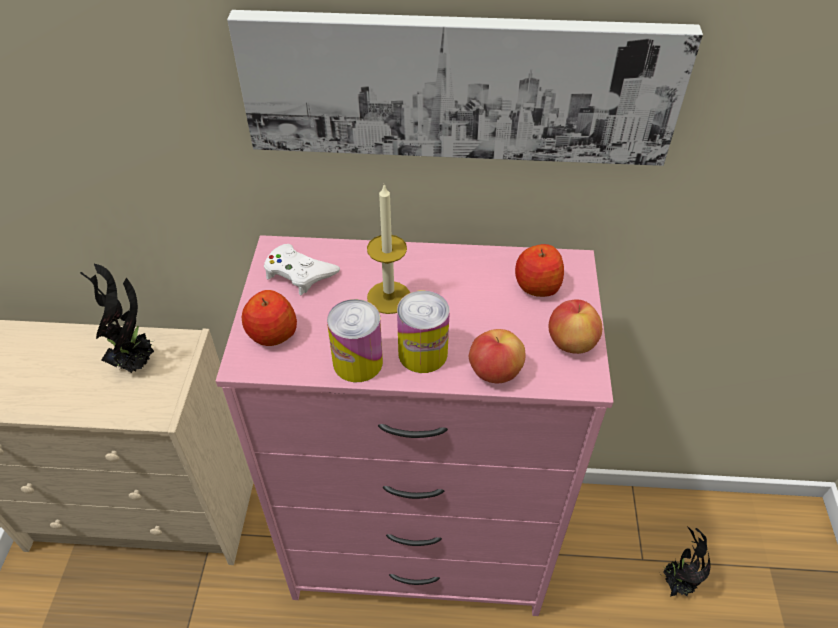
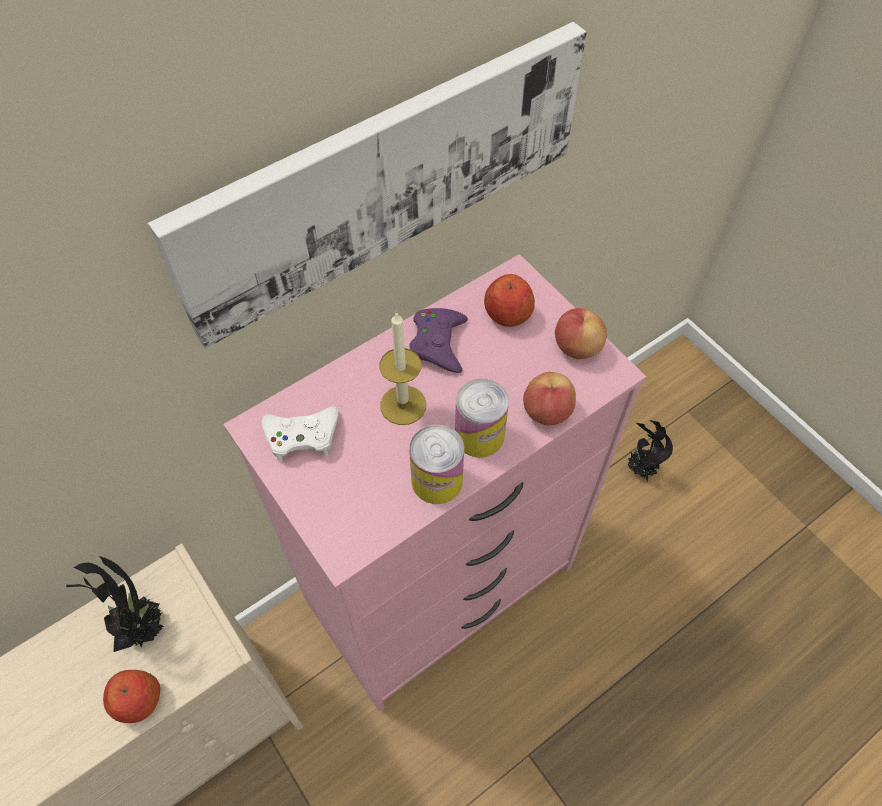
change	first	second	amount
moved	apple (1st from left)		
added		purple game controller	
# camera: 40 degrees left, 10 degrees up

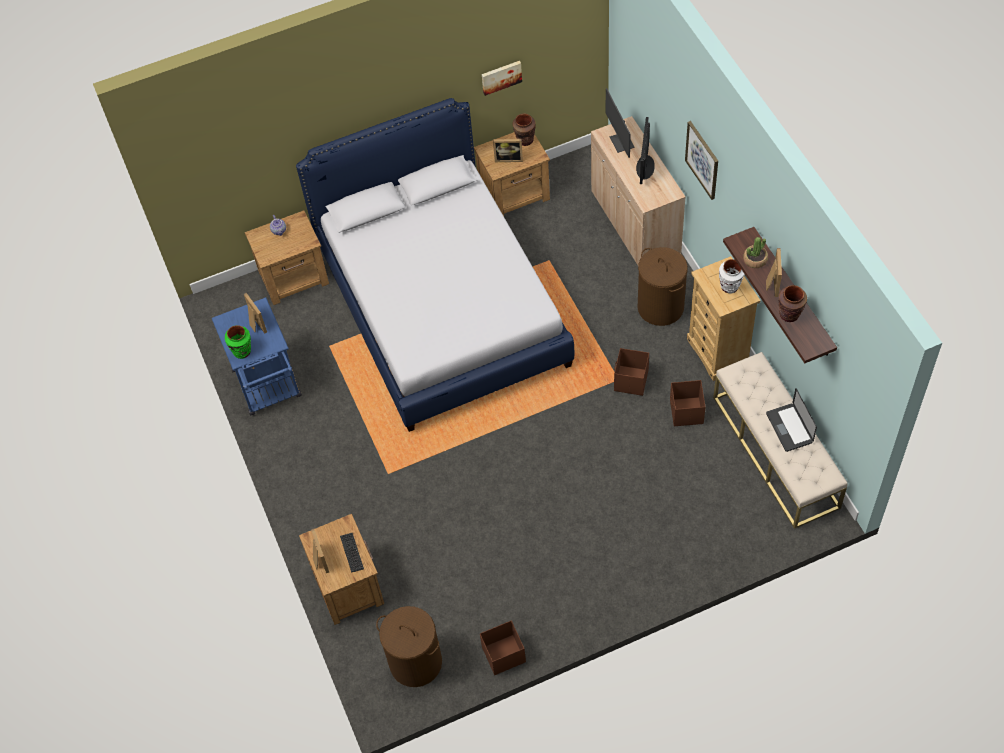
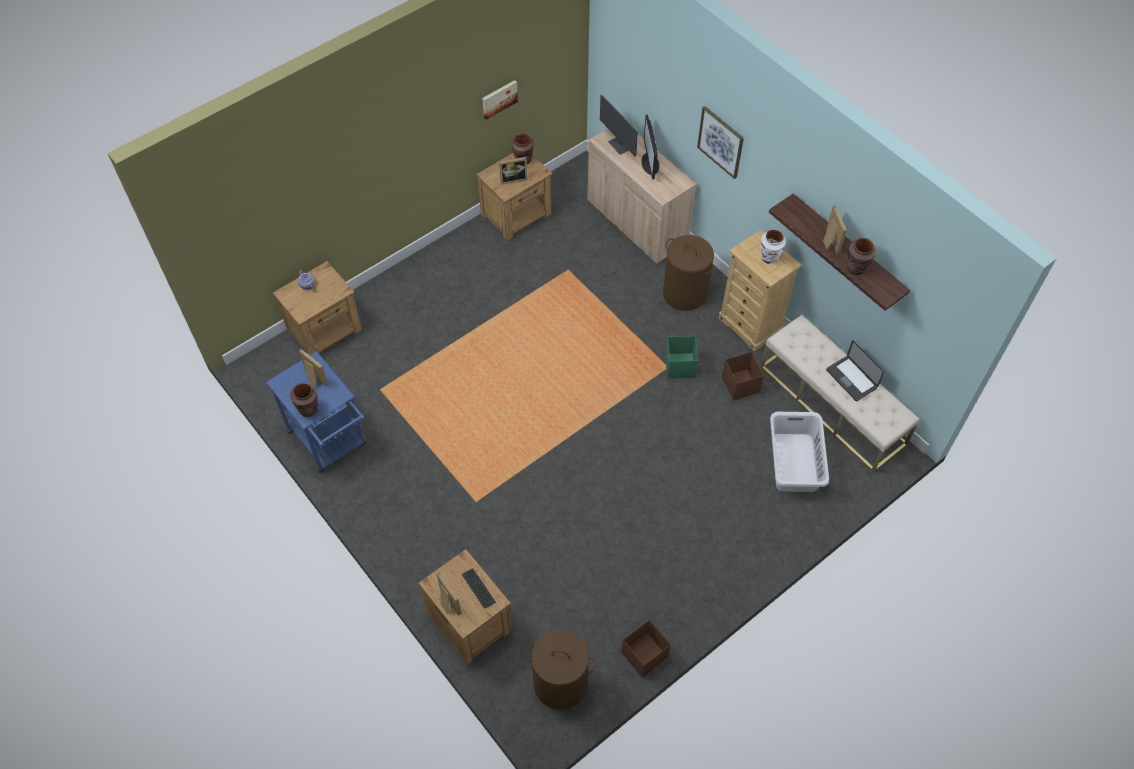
change	first	second	amount
recoloured	green vase	brown vase (1st from left)	
removed	bed		
recoloured	brown storage box (2nd from left)	green storage box	
removed	potted plant		
added		white laundry basket	
# camera: 20 degrees left, 0 degrees up

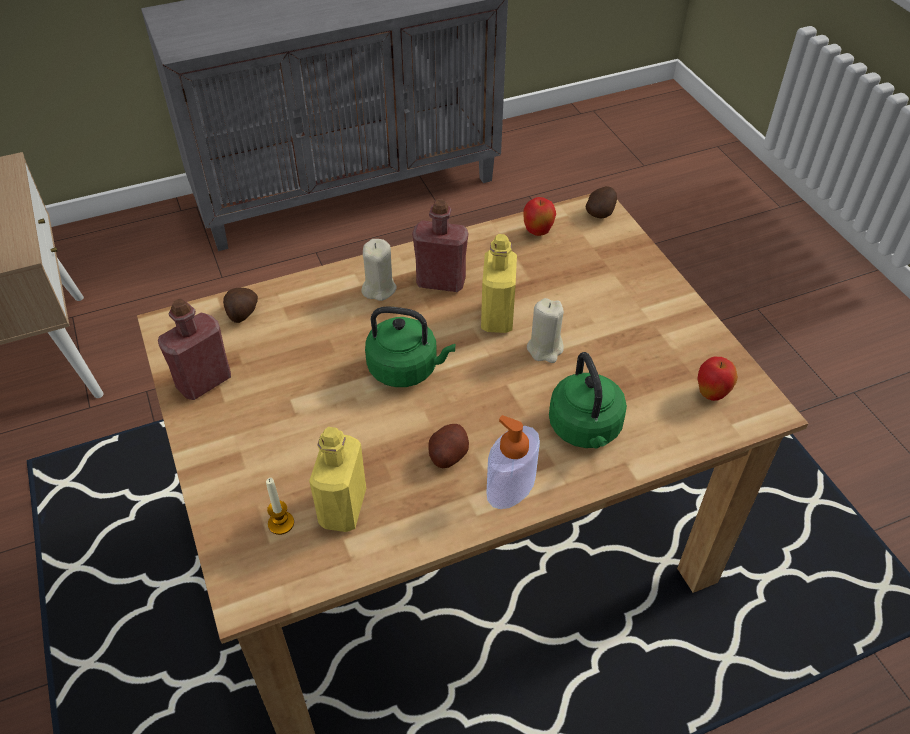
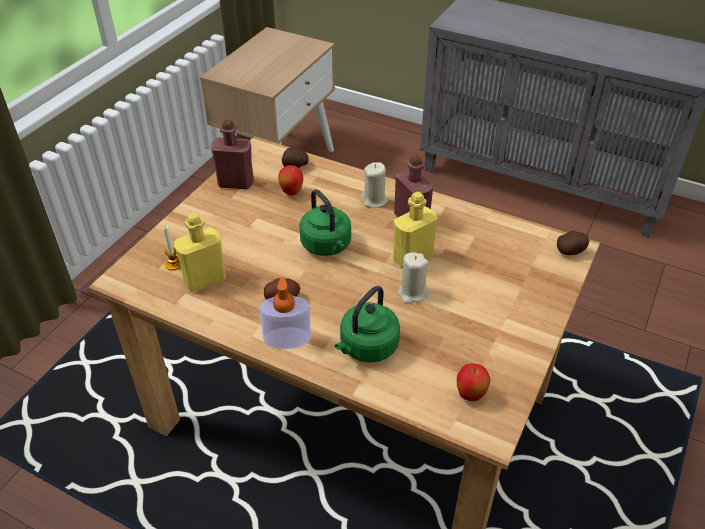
change	first	second	amount
moved	apple (1st from left)		
# camera: 50 degrees right, 5 degrees down

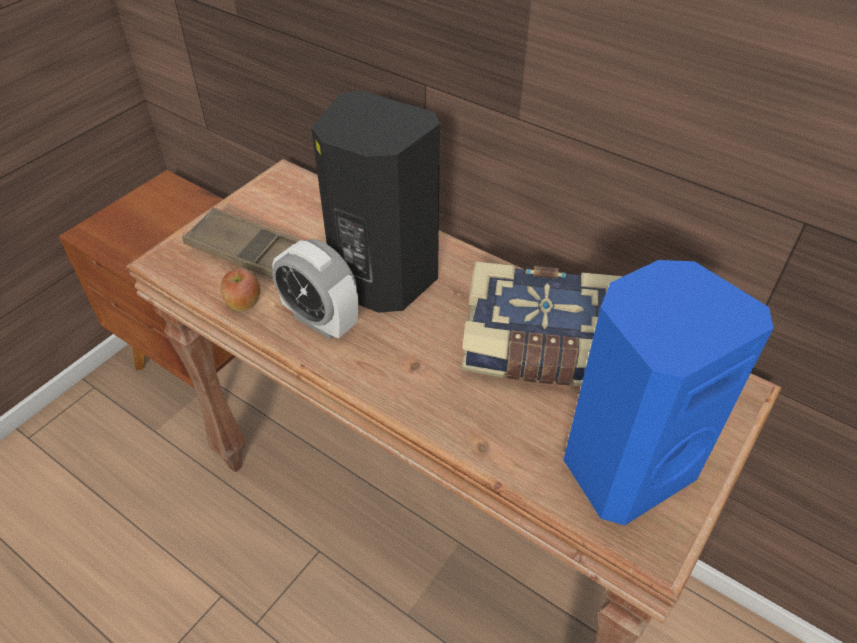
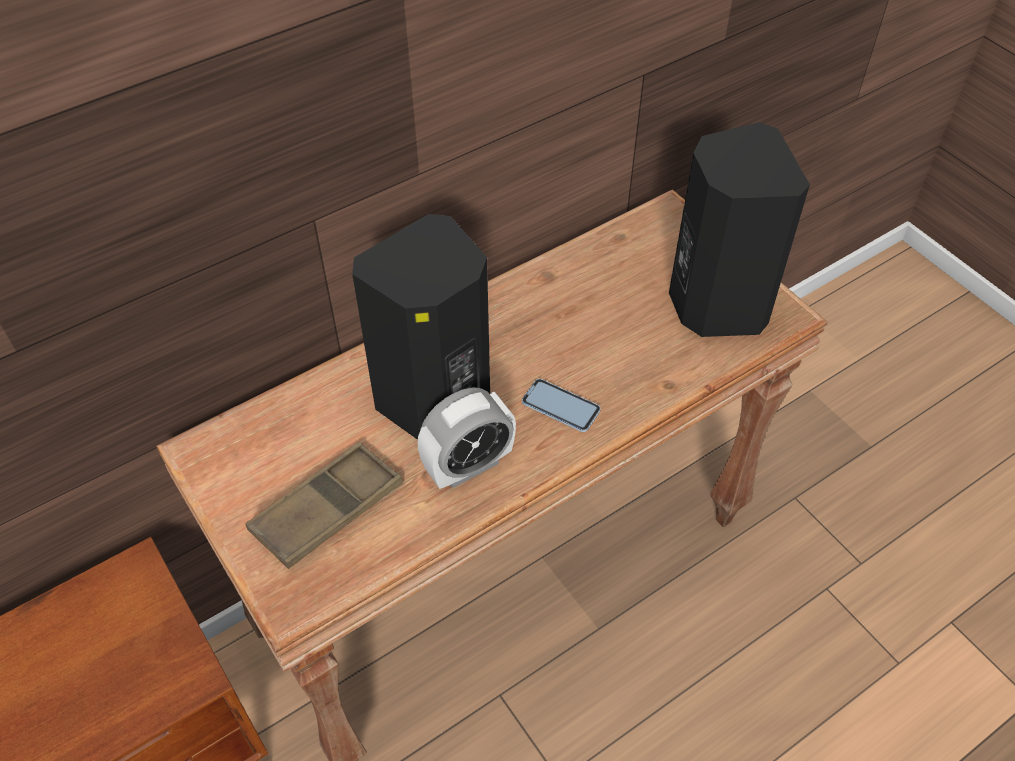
change	first	second	amount
removed	apple		
removed	book		
recoloured	blue speaker	black speaker (2nd from left)	
added		phone	
# camera: 70 degrees left, 5 degrees up

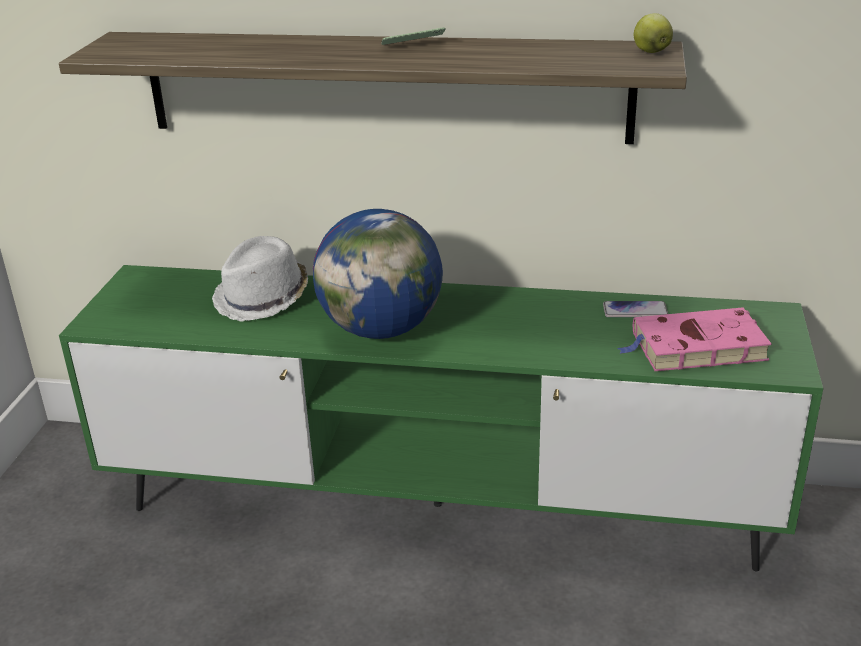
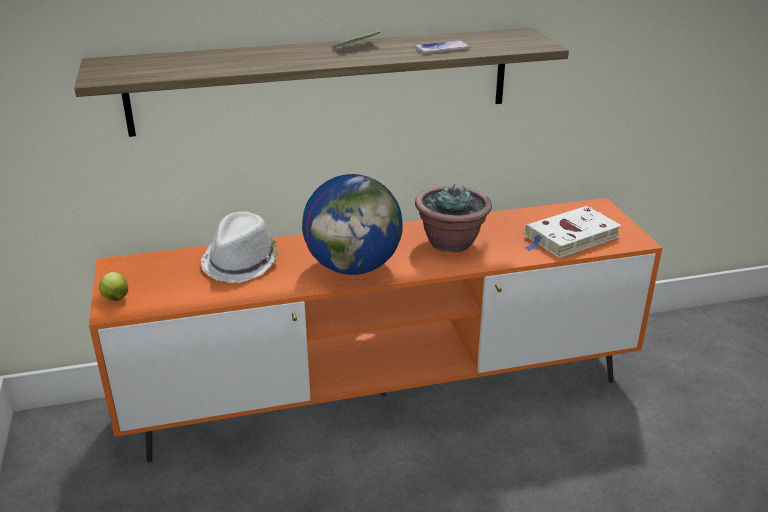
change	first	second	amount
recoloured	green tv stand	orange tv stand	
moved	phone (2nd from left)		
recoloured	pink book	white book	
moved	apple		
added		potted plant	
# camera: 25 degrees left, 0 degrees up

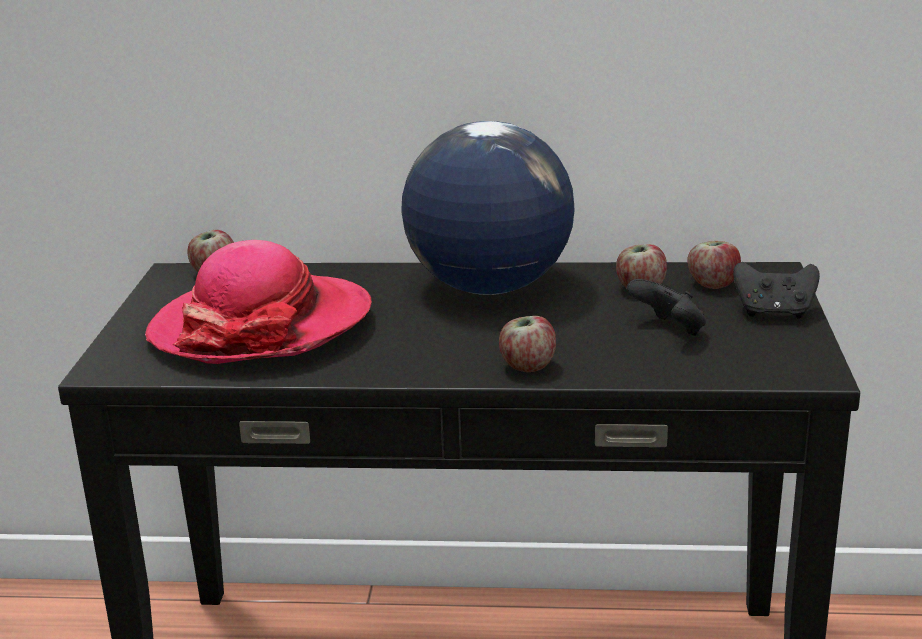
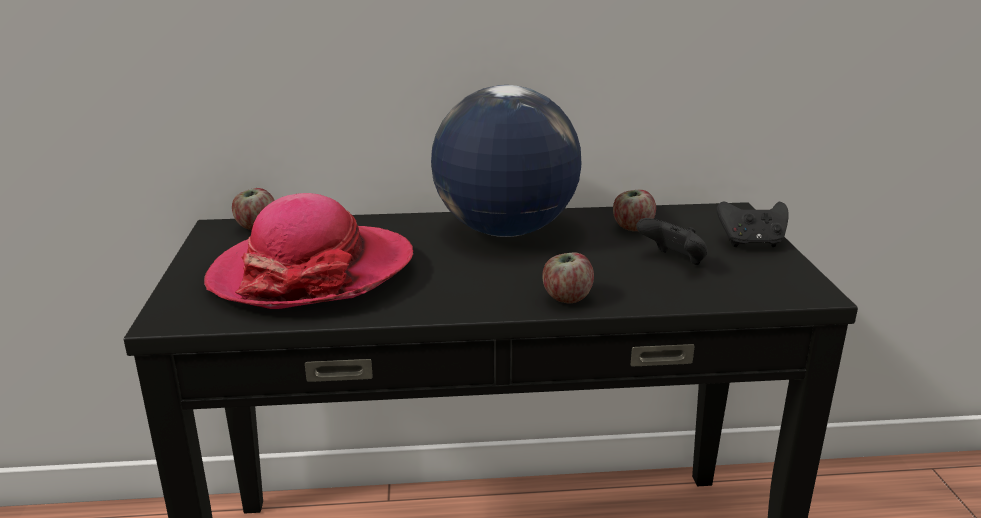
change	first	second	amount
removed	apple (4th from left)		
# camera: 10 degrees left, 0 degrees up

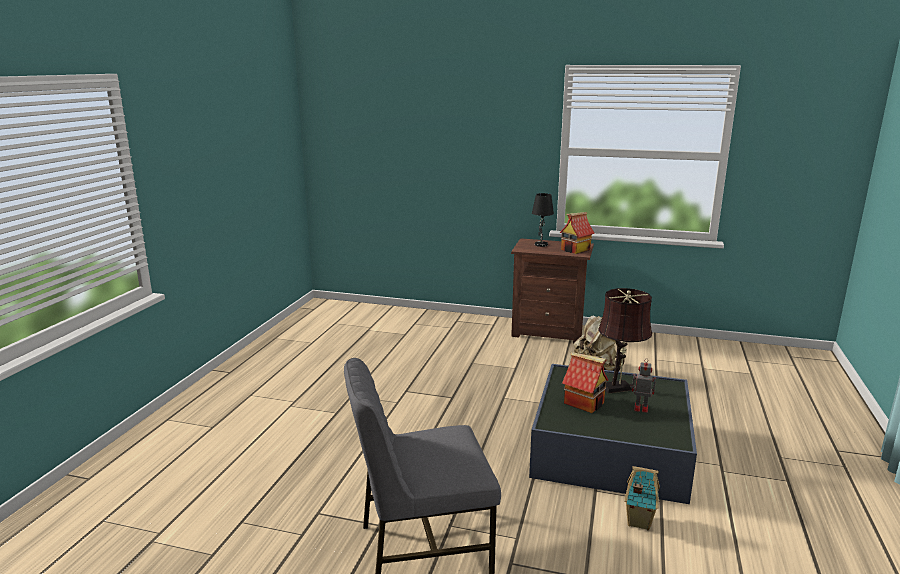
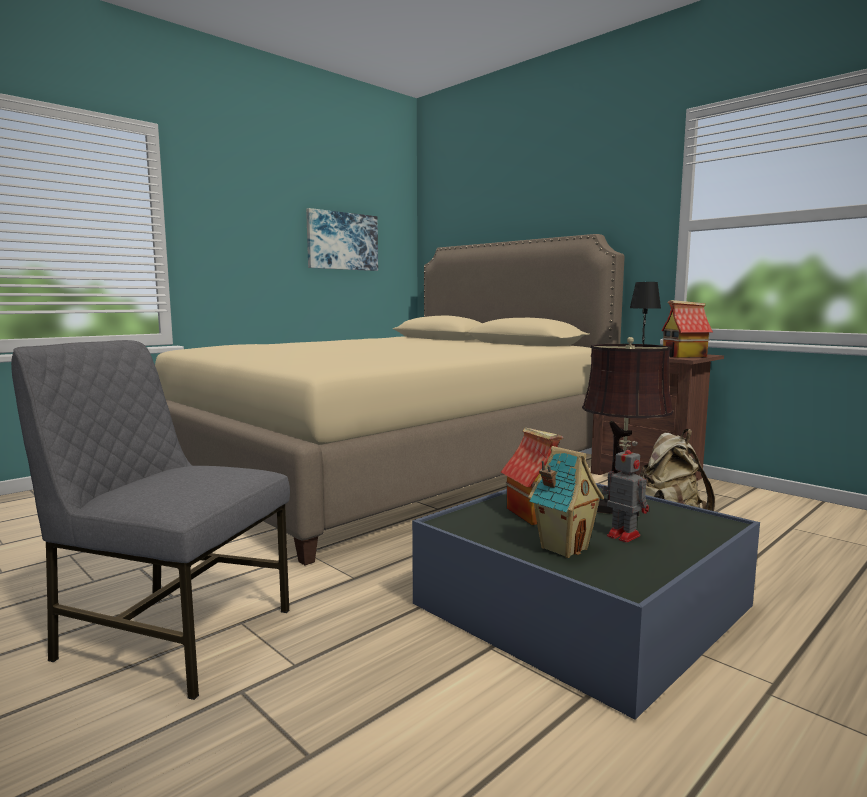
change	first	second	amount
moved	toy house (3rd from left in the first image)	toy house (2nd from left)	
added		beige bed	
added		picture	
# camera: 30 degrees right, 10 degrees down

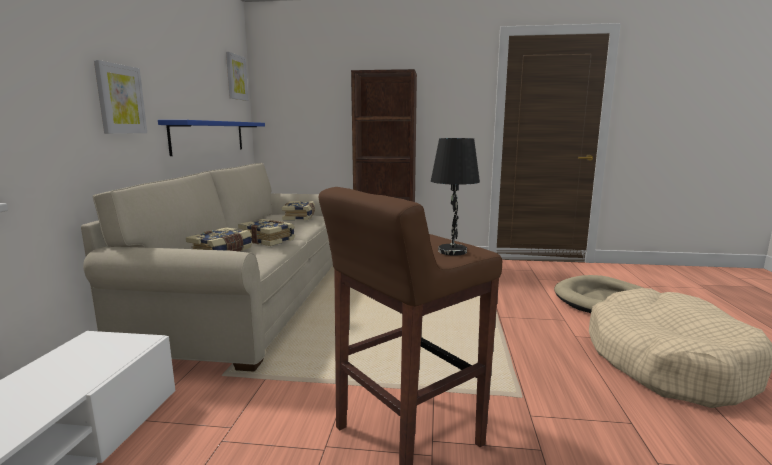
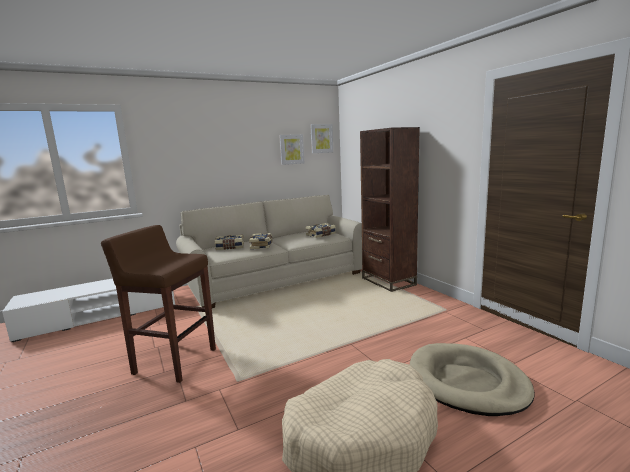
change	first	second	amount
moved	picture (1st from left)		
removed	blue shelf		
removed	black table lamp		
# camera: 55 degrees right, 0 degrees up

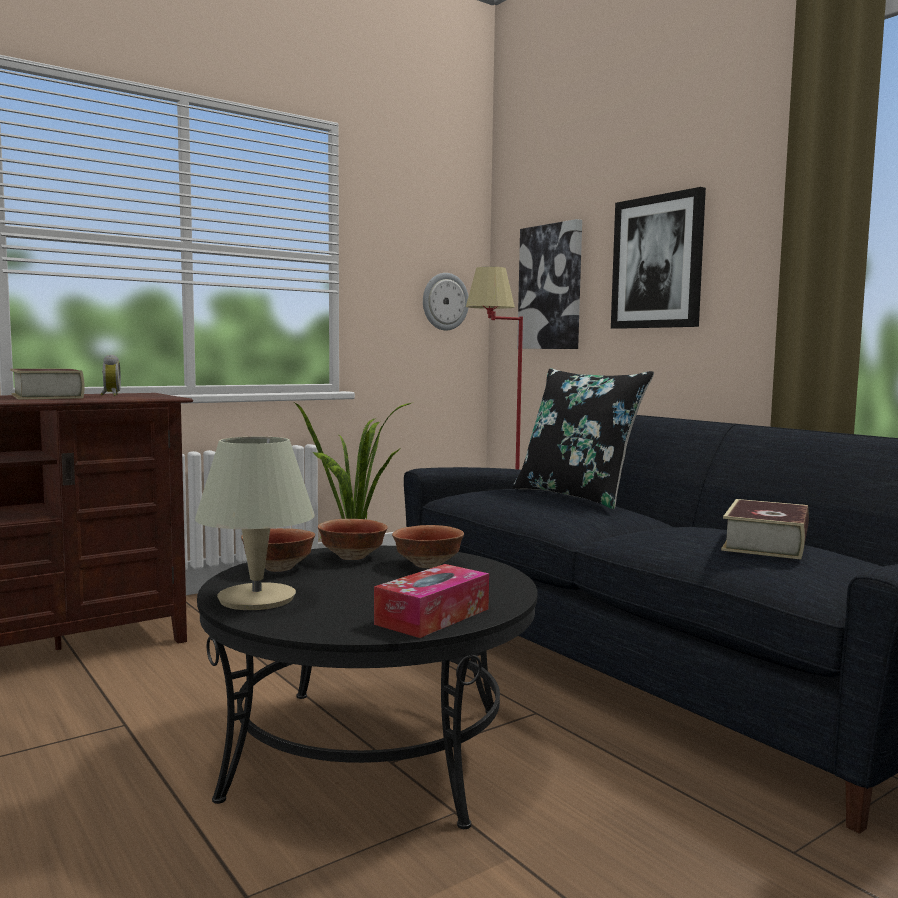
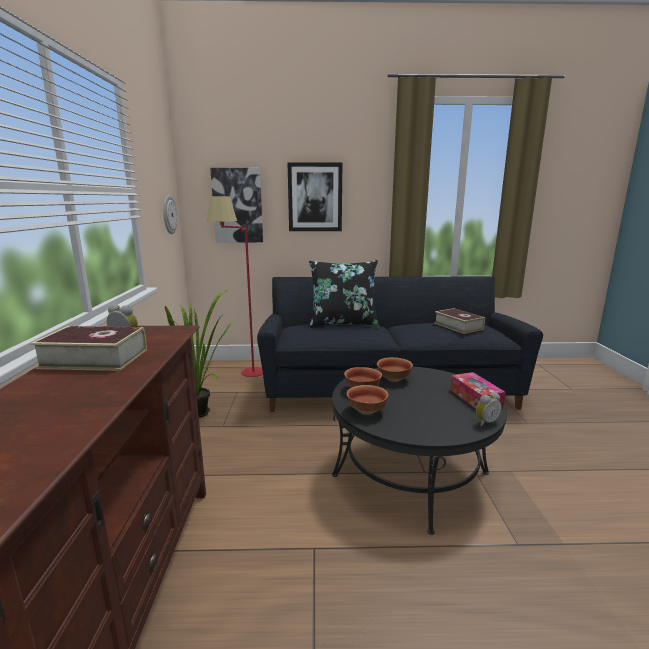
change	first	second	amount
removed	beige table lamp		
added		alarm clock (2nd from left)	
# camera: 55 degrees left, 10 degrees up

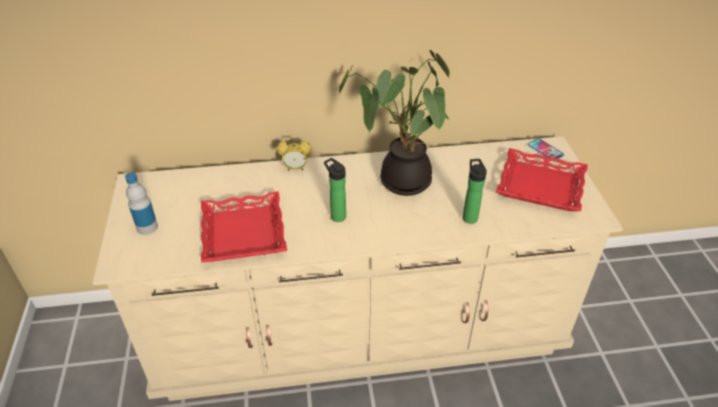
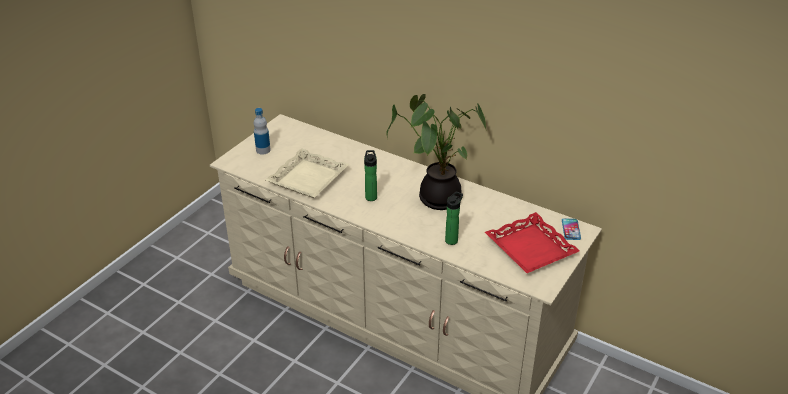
change	first	second	amount
recoloured	red tray (1st from left)	beige tray	
removed	alarm clock		
# camera: 40 degrees right, 5 degrees down

